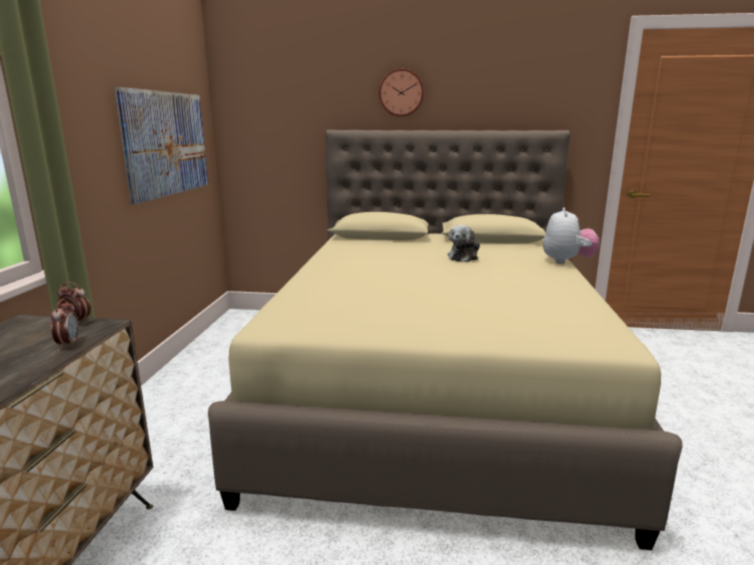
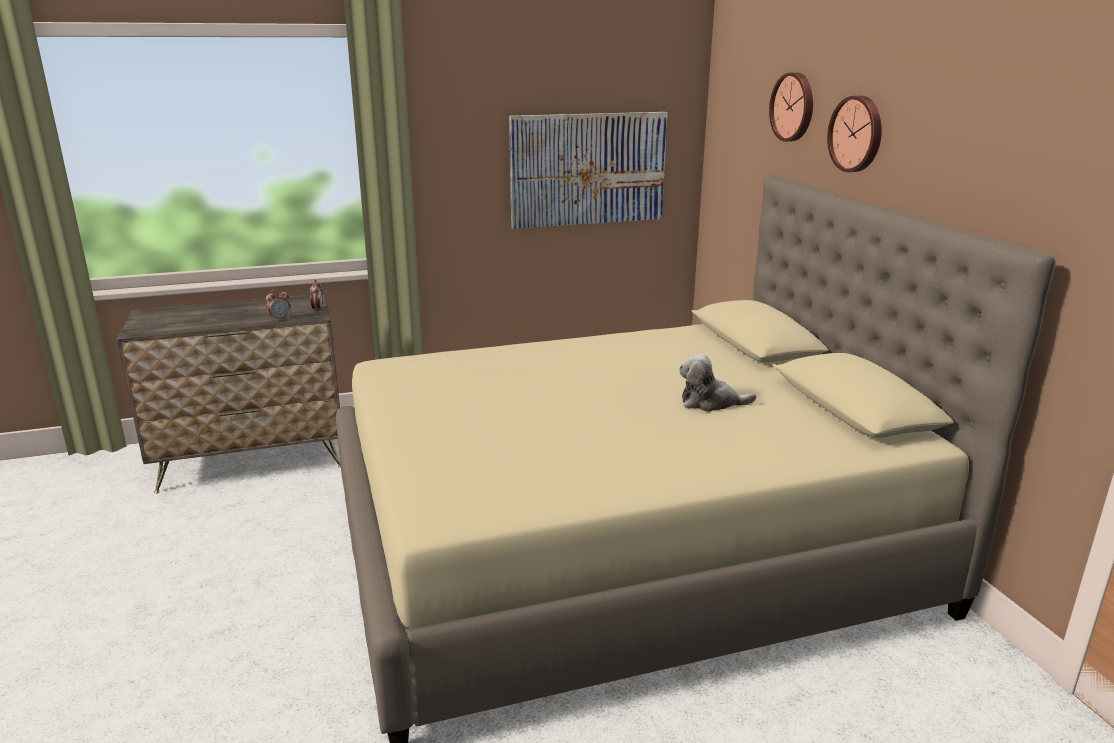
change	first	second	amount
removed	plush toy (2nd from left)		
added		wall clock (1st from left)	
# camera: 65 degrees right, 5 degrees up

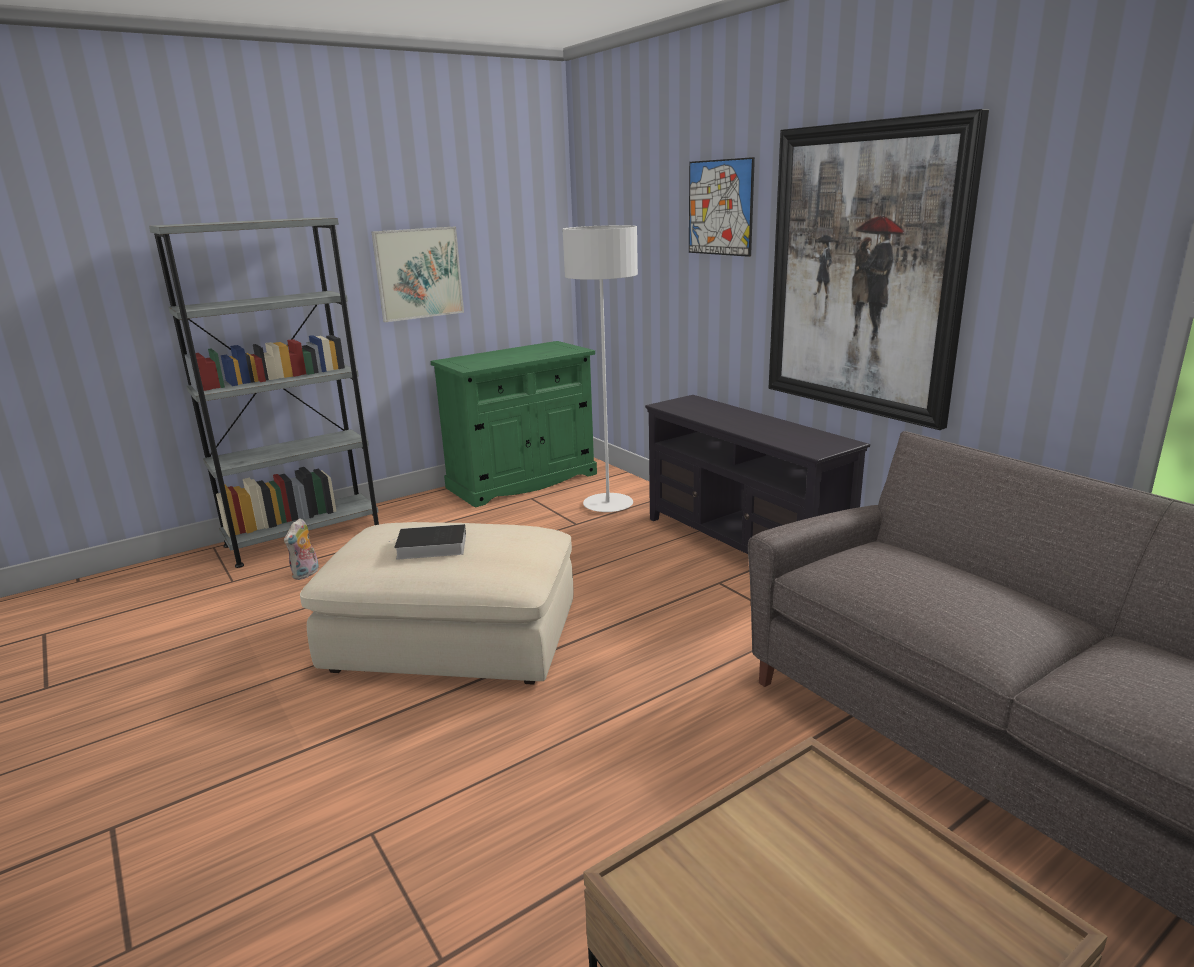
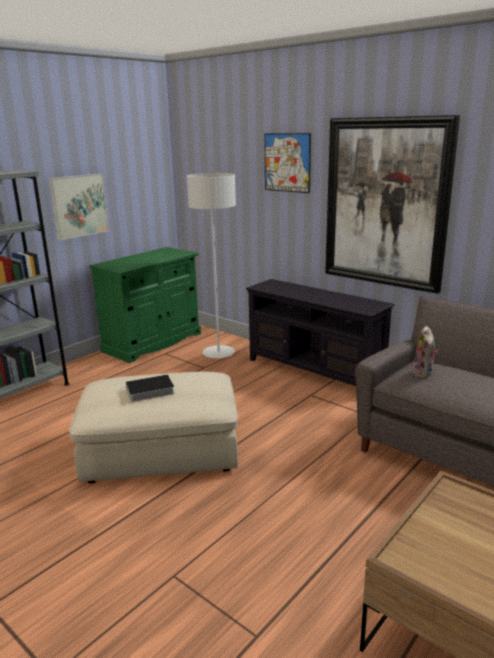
change	first	second	amount
moved	plush toy		
# camera: 15 degrees left, 0 degrees up

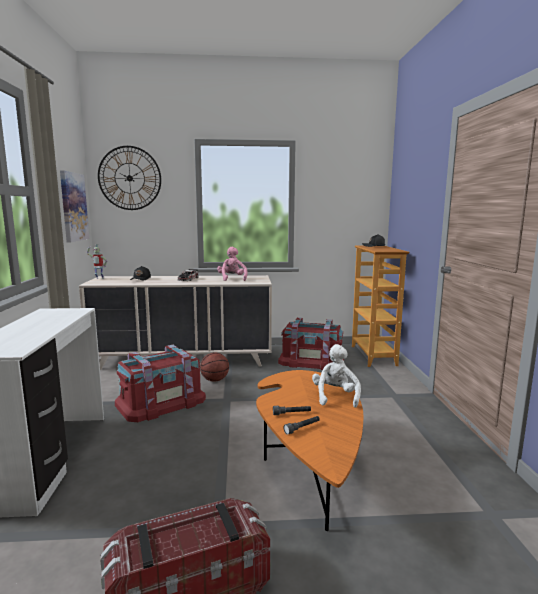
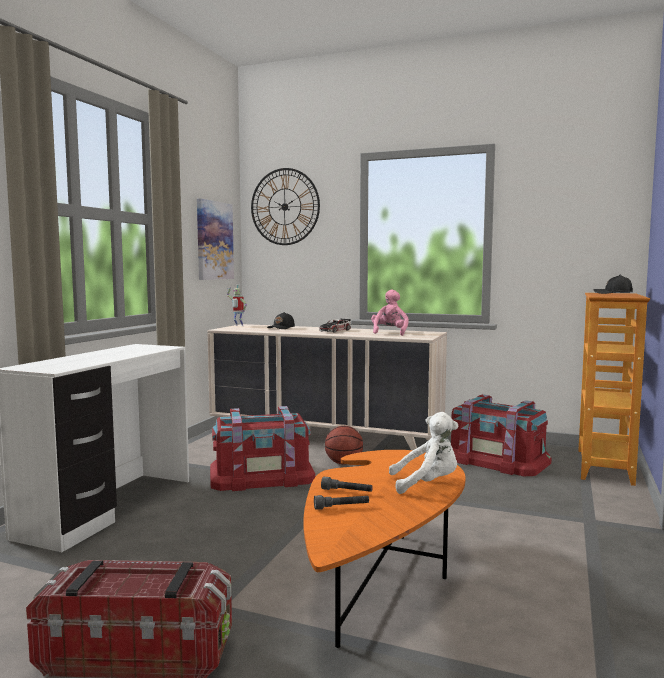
change	first	second	amount
turned	white plush toy		60 degrees clockwise
# camera: 25 degrees right, 5 degrees down

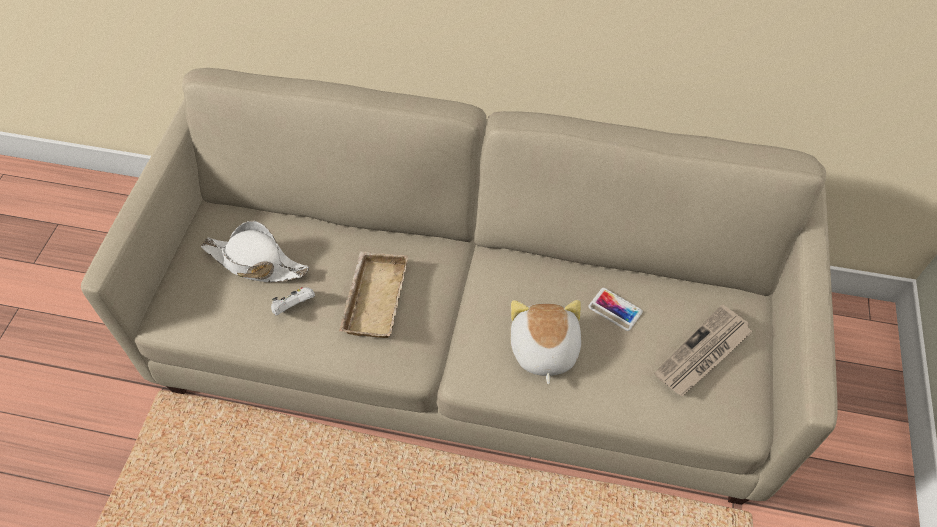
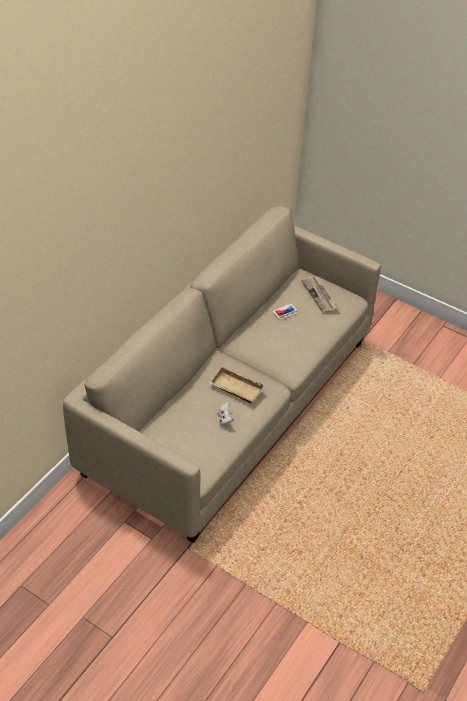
change	first	second	amount
removed	white hat		
removed	plush toy		
# camera: 70 degrees left, 10 degrees down

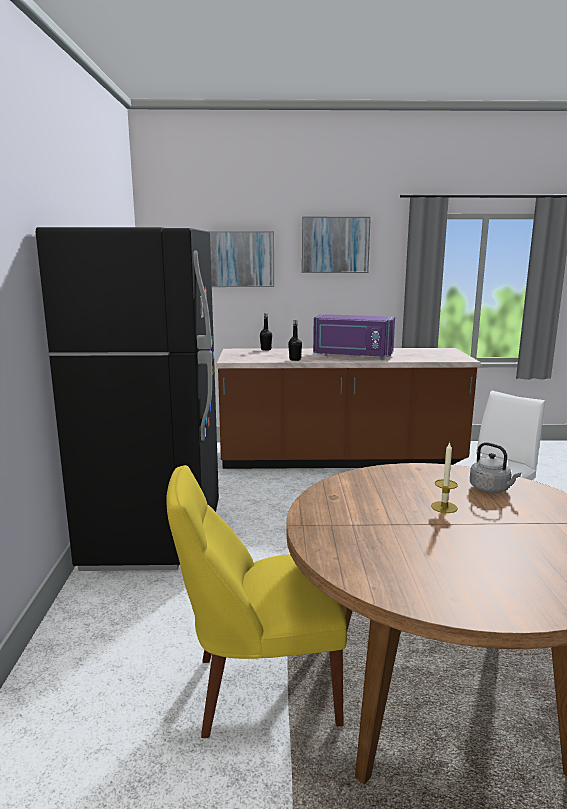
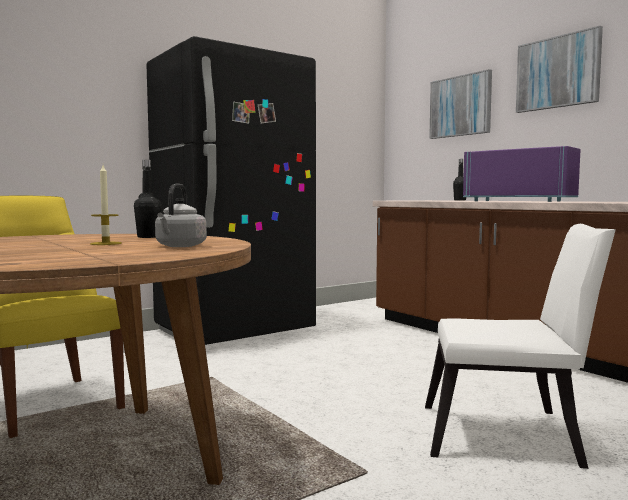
change	first	second	amount
moved	black bottle (2nd from left in the first image)	black bottle (1st from left)	
turned	purple microwave		150 degrees clockwise
# camera: 55 degrees right, 10 degrees down

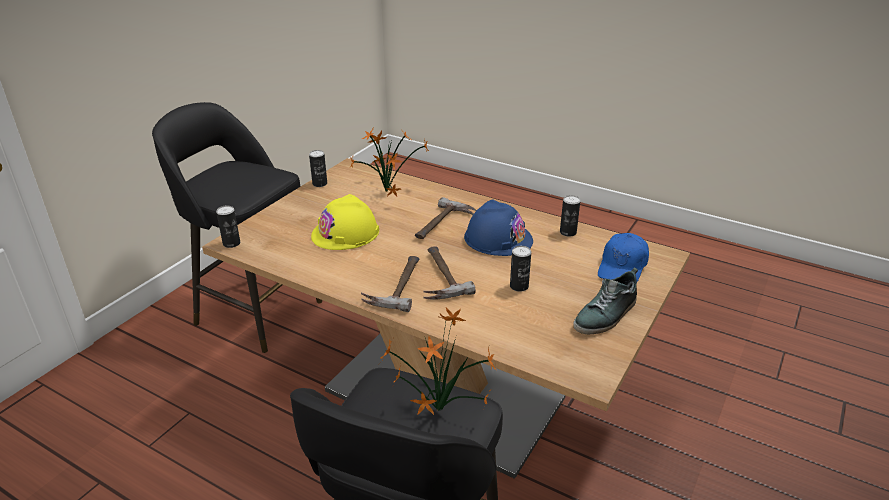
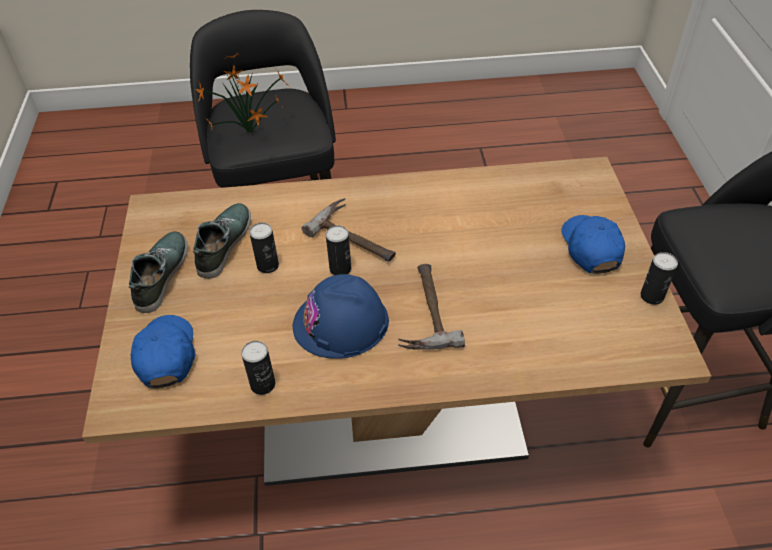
change	first	second	amount
moved	can (1st from left in the first image)	can (3rd from left)	
removed	yellow hard hat		
removed	potted plant (1st from left)		
removed	hammer (1st from left)		
added		shoe (2nd from left)	
added		blue cap (2nd from left)	
# camera: 145 degrees right, 15 degrees up

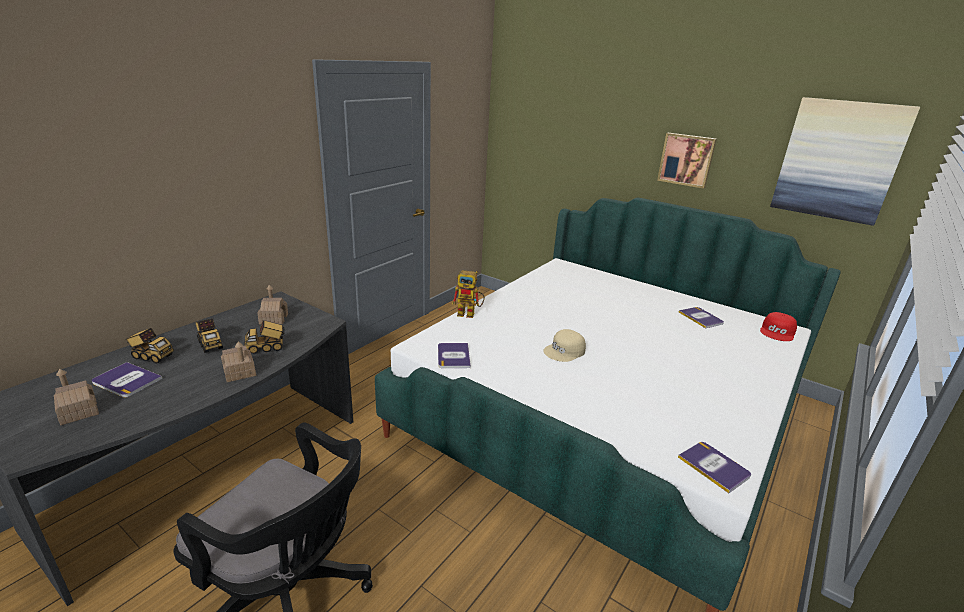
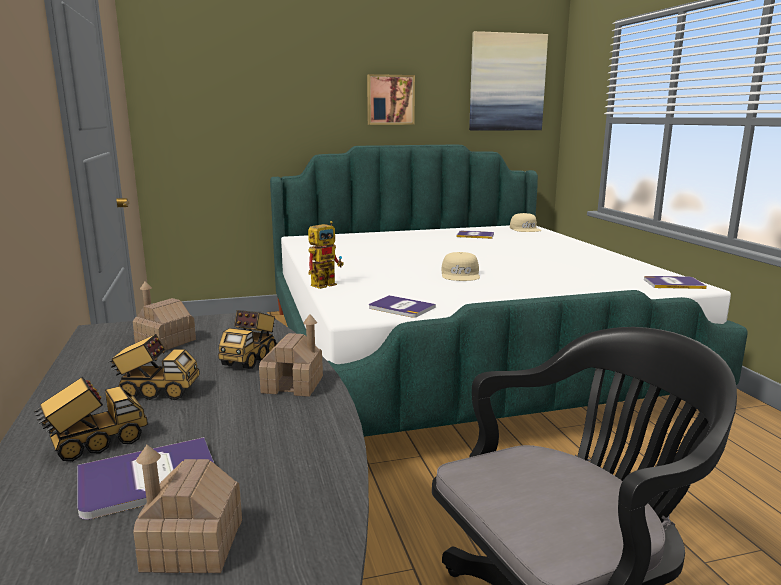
change	first	second	amount
recoloured	red cap	beige cap (2nd from left)	
# camera: 50 degrees left, 10 degrees down

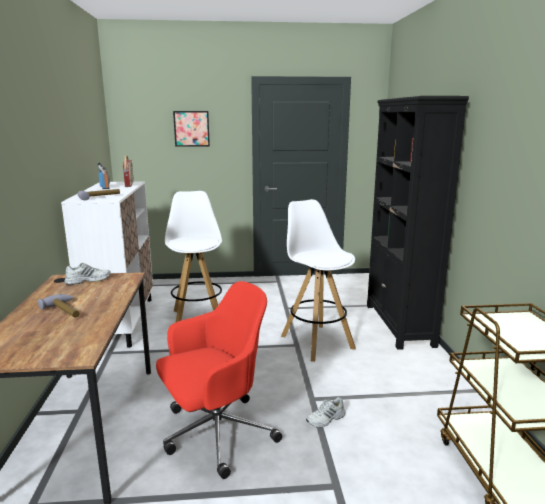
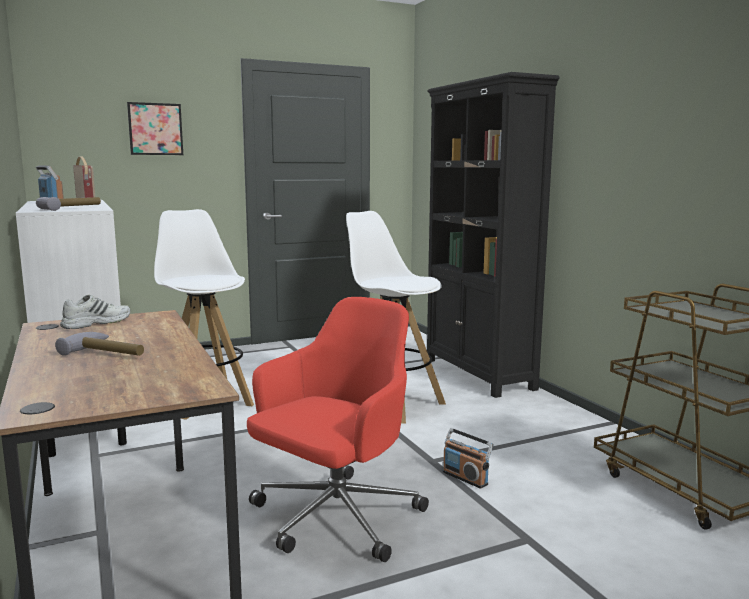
change	first	second	amount
replaced	white shoe (2nd from left)	radio (3rd from left)	
# camera: 20 degrees left, 5 degrees down

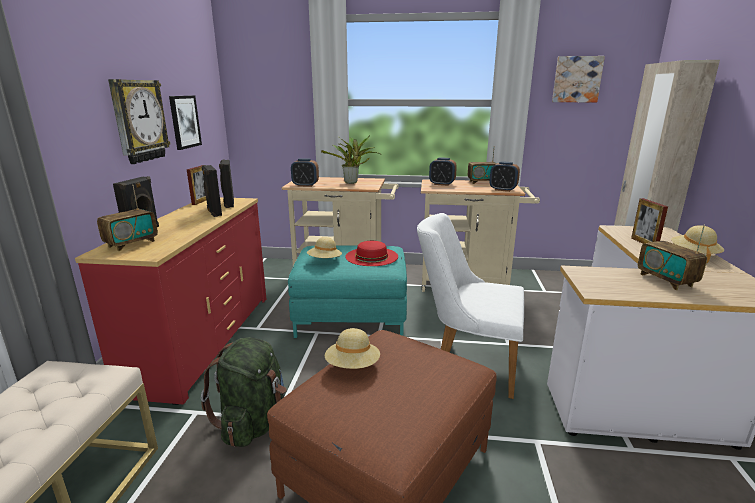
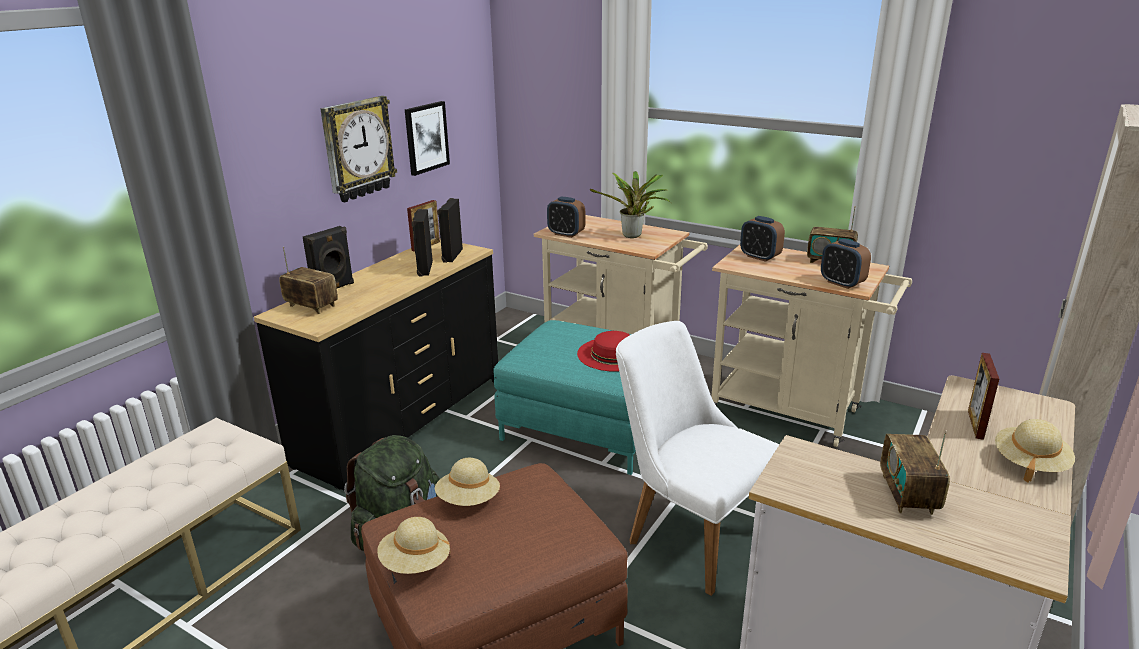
change	first	second	amount
recoloured	red dresser	black dresser	
turned	radio (1st from left)		120 degrees counterclockwise
moved	beige hat (1st from left)		
removed	picture (2nd from left)		
# camera: 25 degrees right, 5 degrees up

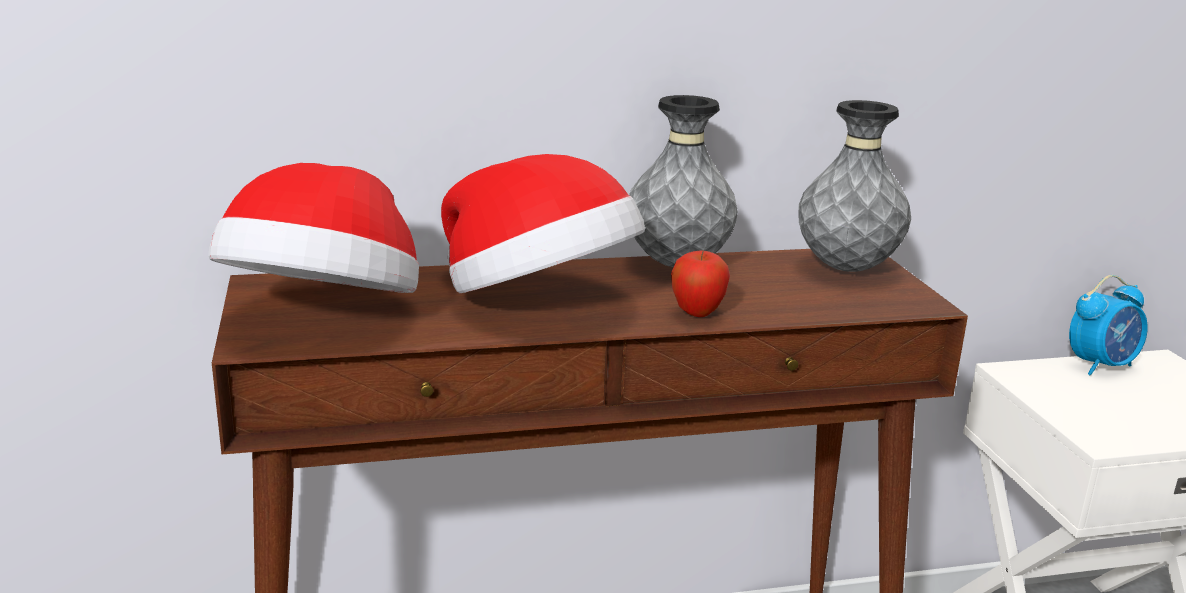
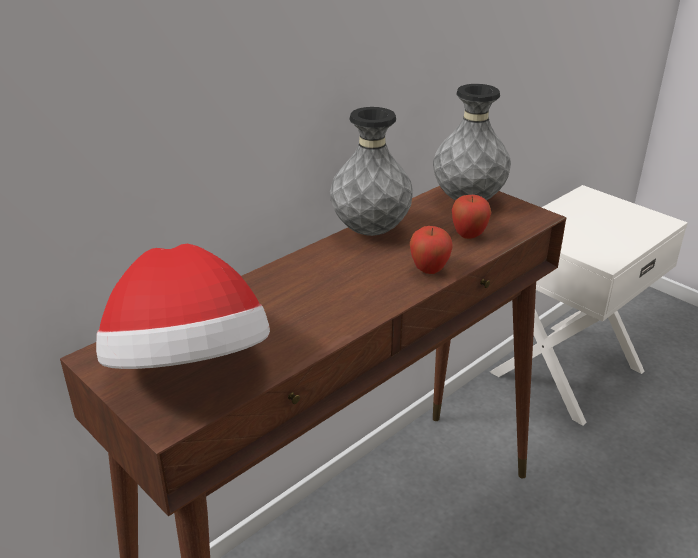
change	first	second	amount
removed	hat (2nd from left)		
removed	alarm clock		
added		apple (2nd from left)	
# camera: 30 degrees left, 10 degrees up

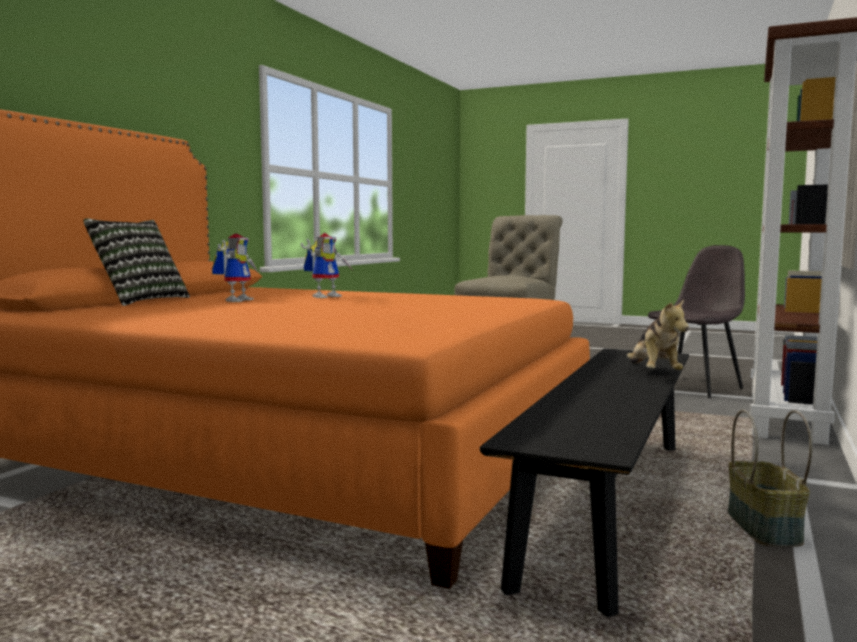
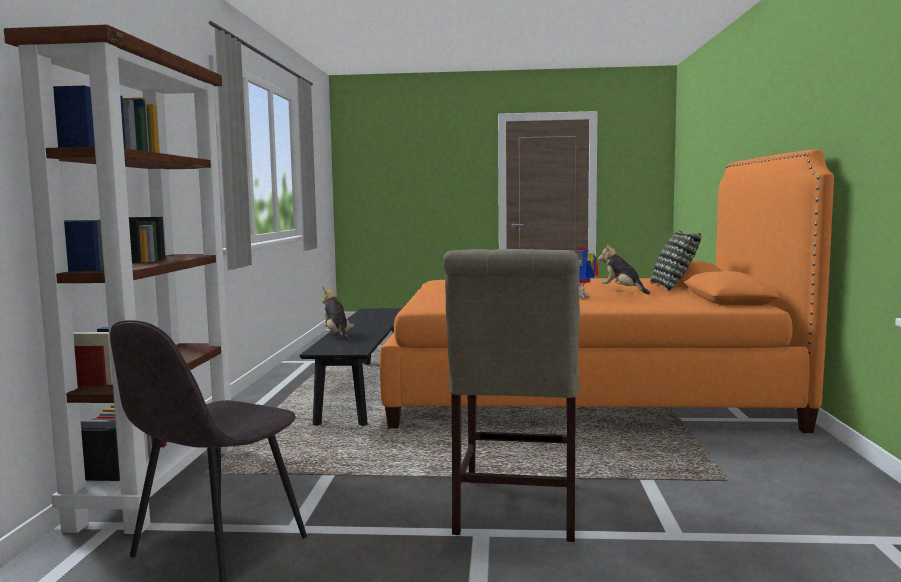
change	first	second	amount
replaced	toy robot (1st from left)	plush toy (2nd from left)	
removed	basket		
# camera: 160 degrees right, 0 degrees up

